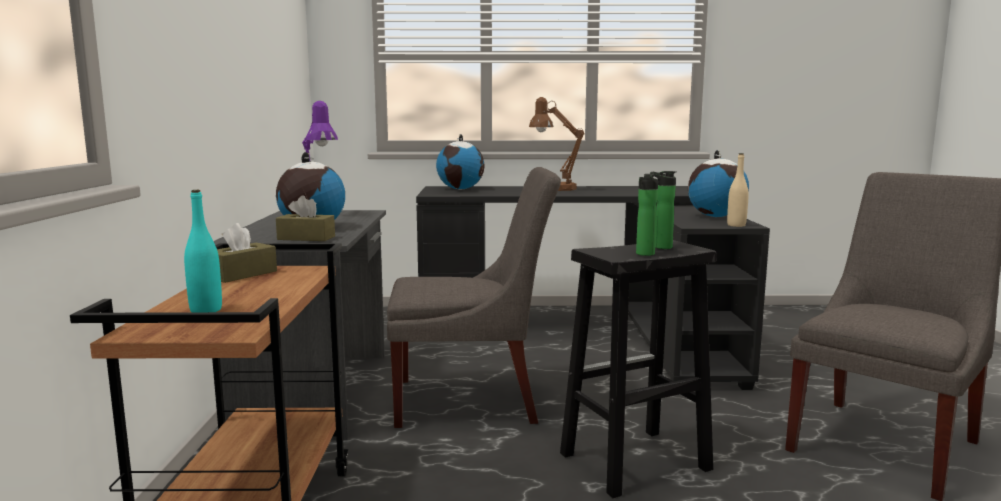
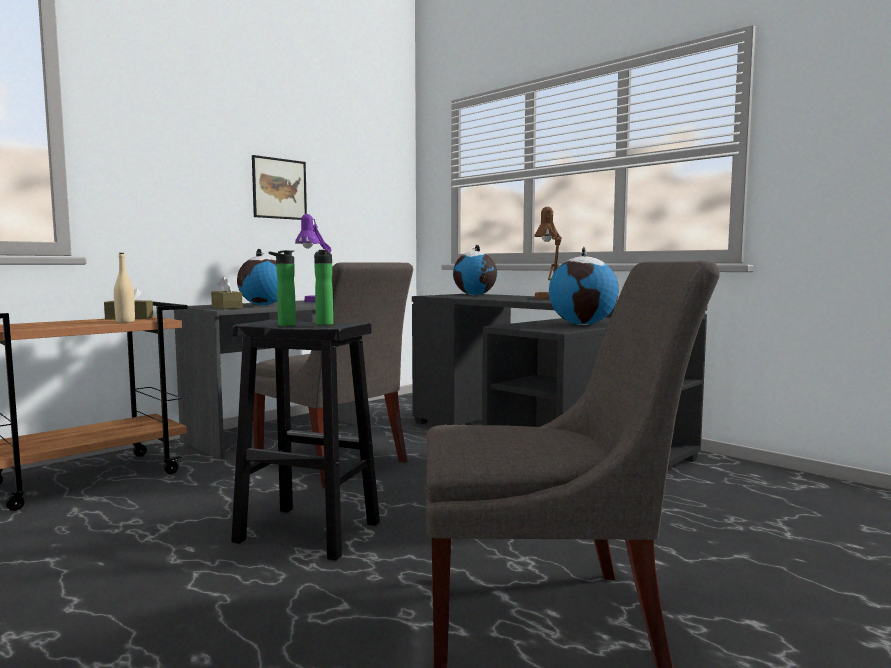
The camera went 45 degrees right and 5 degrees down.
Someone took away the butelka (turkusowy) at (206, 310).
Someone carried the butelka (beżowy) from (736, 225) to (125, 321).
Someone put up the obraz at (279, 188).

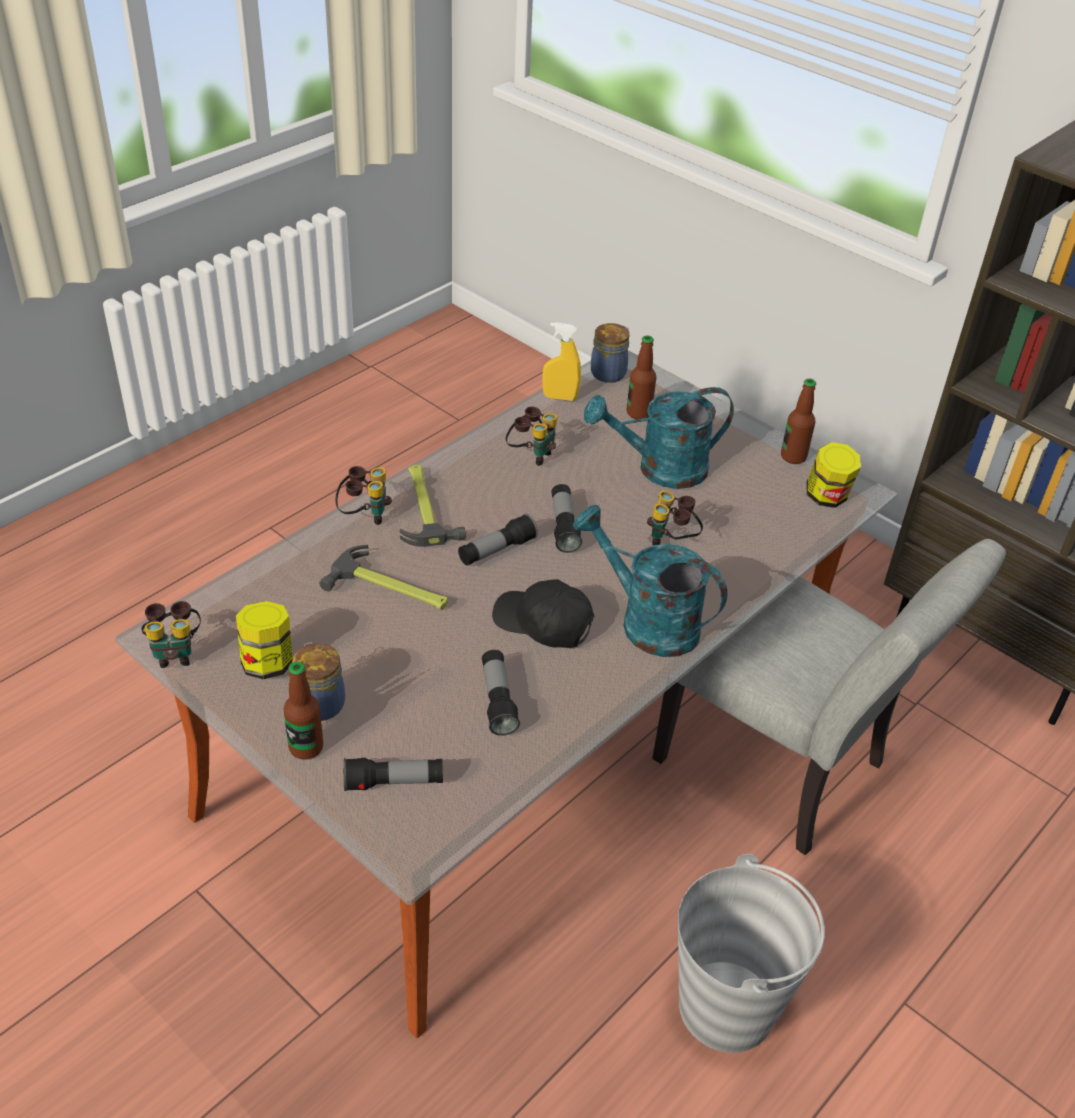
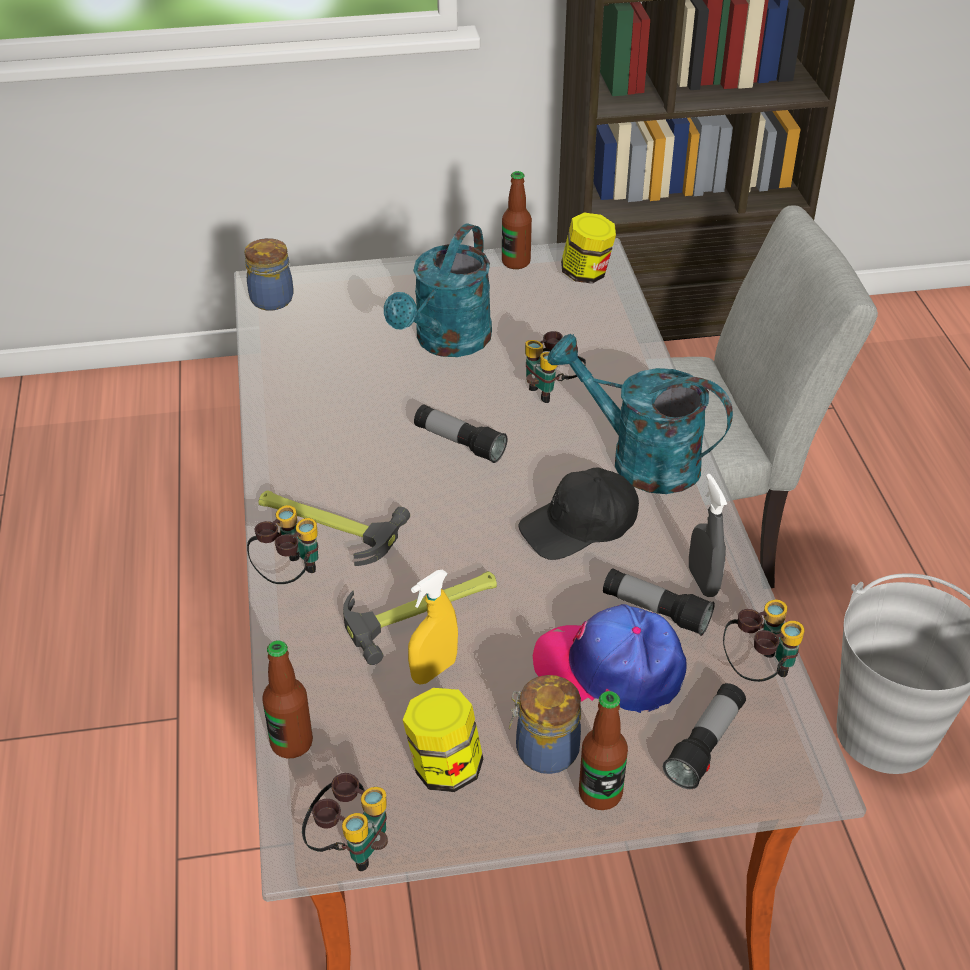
The camera went 50 degrees left and 0 degrees up.
Someone took away the latarka at (497, 550).
Someone carried the lornetka from (531, 454) to (757, 670).
Someone carried the spryskiwacz (żółty) from (560, 397) to (434, 670).
Someone rotated the konewka (turkusowy) at (647, 621) by 45 degrees clockwise.
Someone carried the butelka from (638, 413) to (291, 743).
Someone put down the czapka z daszkiem at (610, 668).
Someone put down the spryskiwacz (szary) at (702, 581).

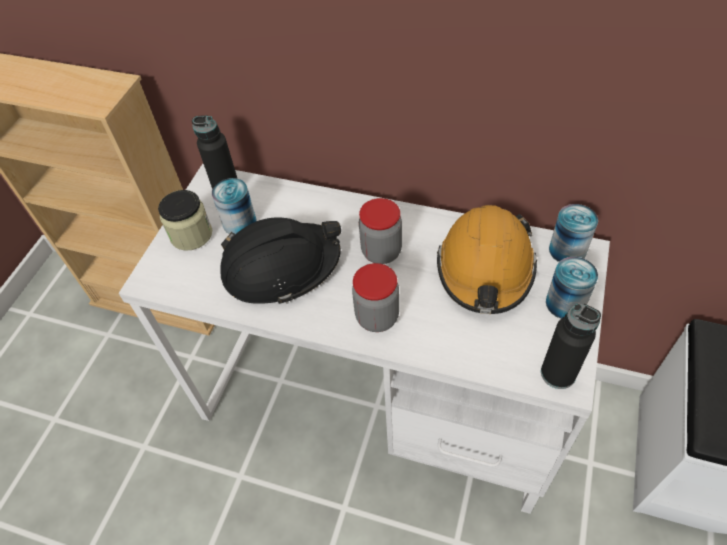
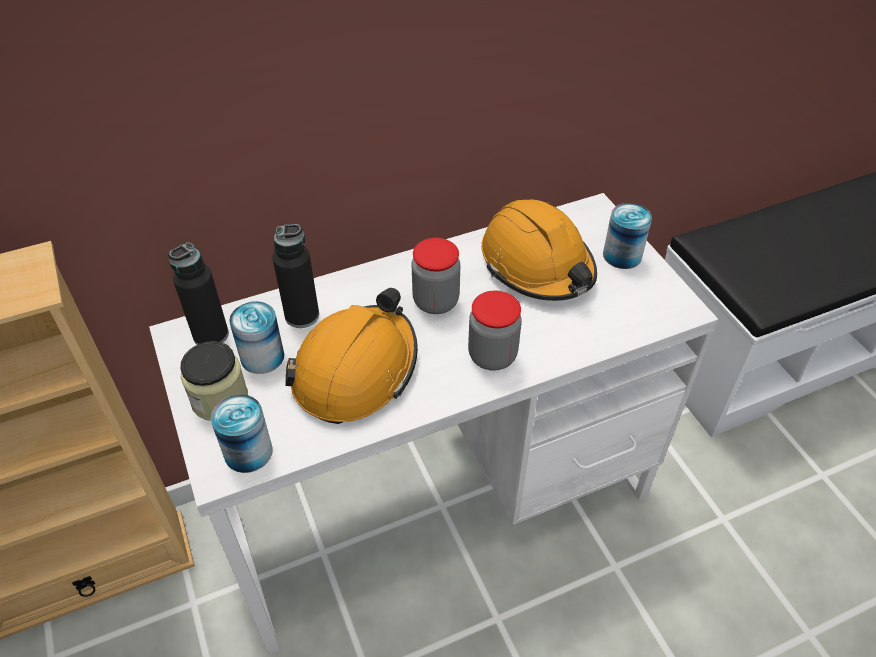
The camera went 45 degrees left and 5 degrees down.
Someone repainted the kask (czarny) at (281, 267), which became the kask (pomarańczowy) at (356, 370).
Someone carried the butelka (czarny) from (558, 373) to (302, 315).
Someone carried the puszka from (567, 250) to (248, 452).

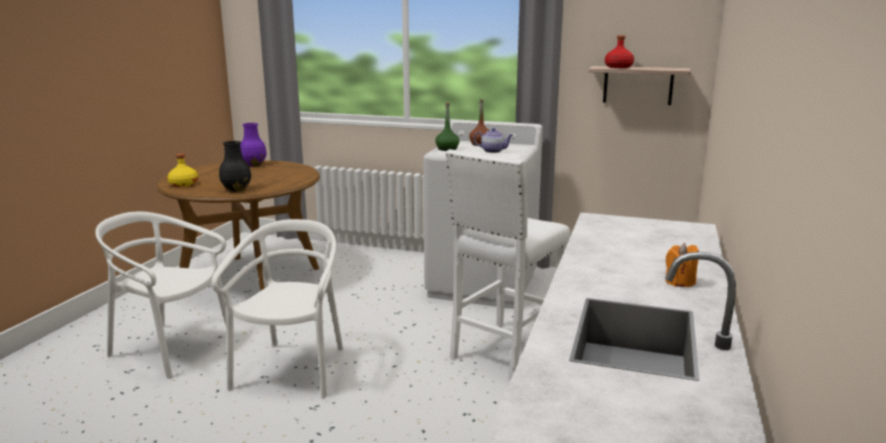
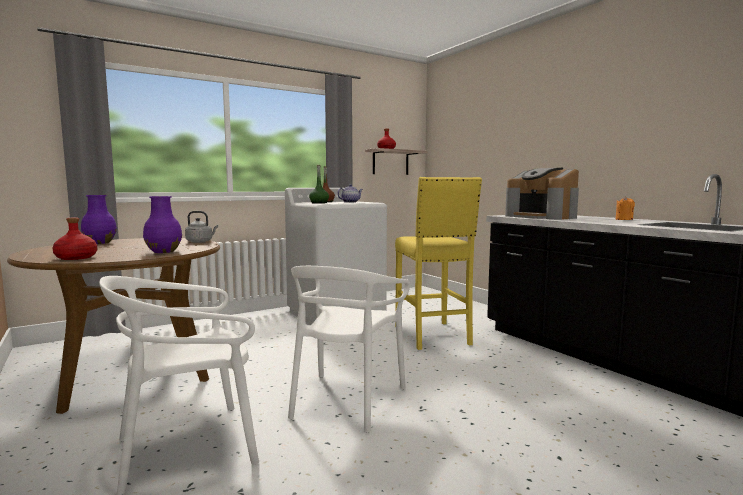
The camera went 50 degrees left and 10 degrees down.
Someone repainted the butelka (żółty) at (183, 184), which became the butelka (czerwony) at (75, 258).
Someone rotated the krzesło (biały) at (292, 370) by 120 degrees counterclockwise.
Someone repainted the wazon (czarny) at (236, 189), which became the wazon (fioletowy) at (163, 251).
Someone repainted the stołek (biały) at (504, 351), which became the stołek (żółty) at (432, 336).
Someone put down the czajnik (szary) at (201, 241).
Someone put down the ekspres do kawy at (541, 217).

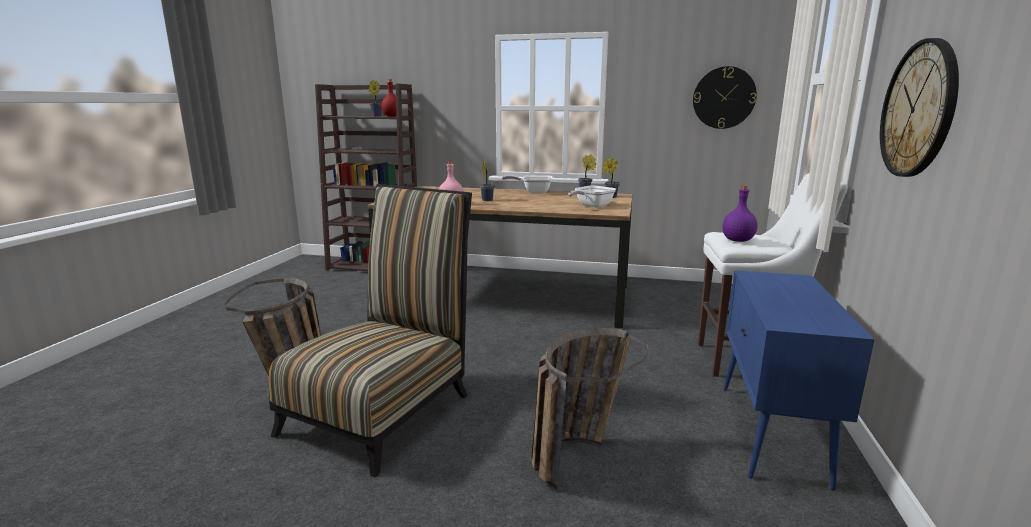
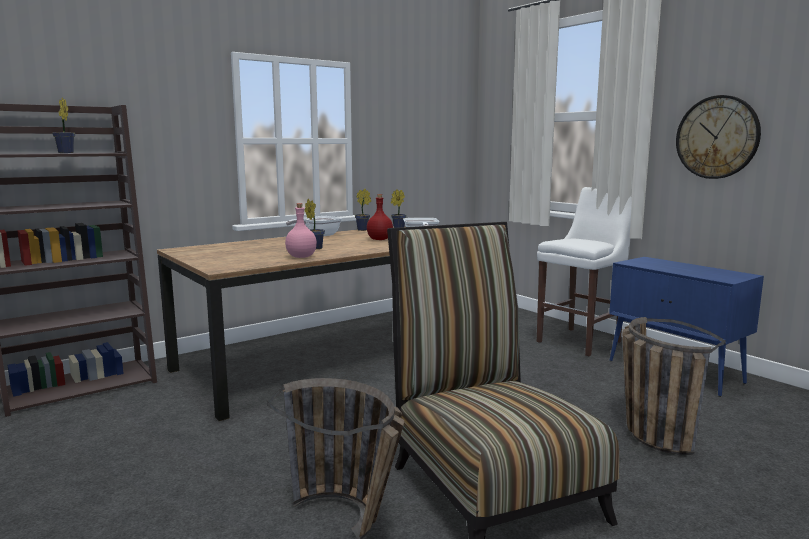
The camera went 50 degrees left and 5 degrees down.
Someone carried the butelka (czerwony) from (392, 116) to (380, 239).
Someone took away the zegar ścienny at (724, 98).
Someone took away the butelka (fioletowy) at (737, 240).

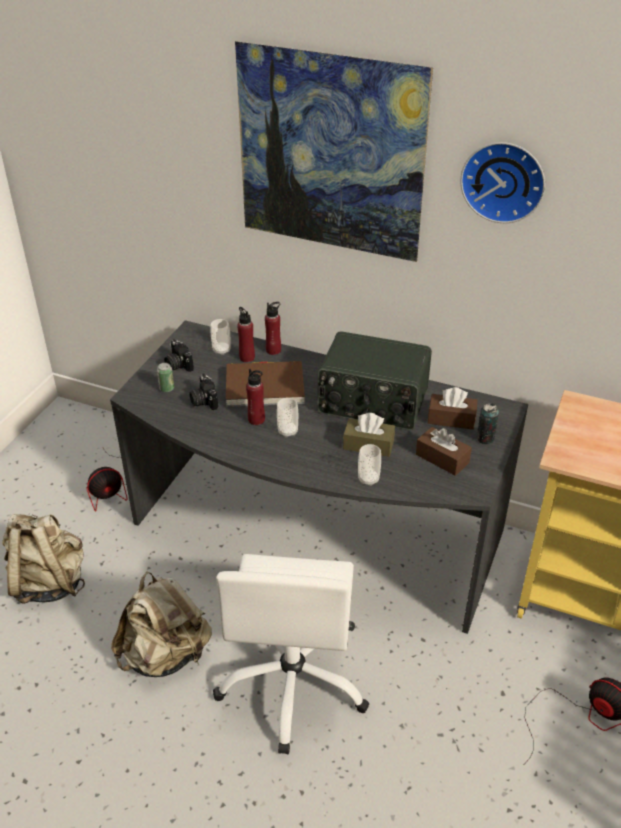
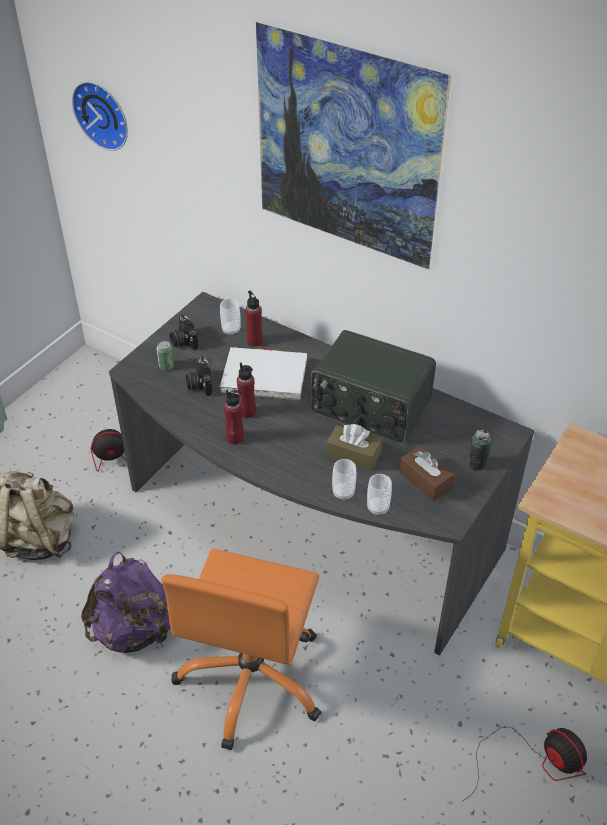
The camera went 10 degrees right and 5 degrees up.
Someone repainted the plecak (beżowy) at (166, 655), which became the plecak (fioletowy) at (135, 630).
Someone repainted the krzesło biurowe (biały) at (293, 683), which became the krzesło biurowe (pomarańczowy) at (252, 678).
Someone repainted the książka (brązowy) at (265, 387), which became the książka (biały) at (264, 377).
Someone carried the butelka (czerwony) from (273, 350) to (235, 438).
Someone carried the filiżanka from (288, 431) to (378, 508).
Someone took away the pudełko chusteczek (brązowy) at (451, 419).
Someone carried the zegar ścienny from (503, 180) to (103, 114).

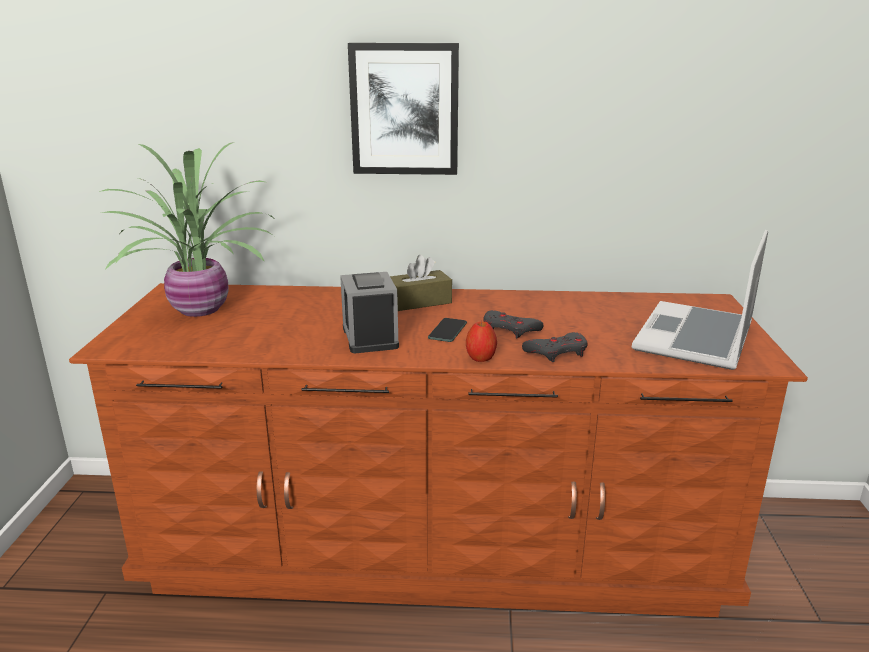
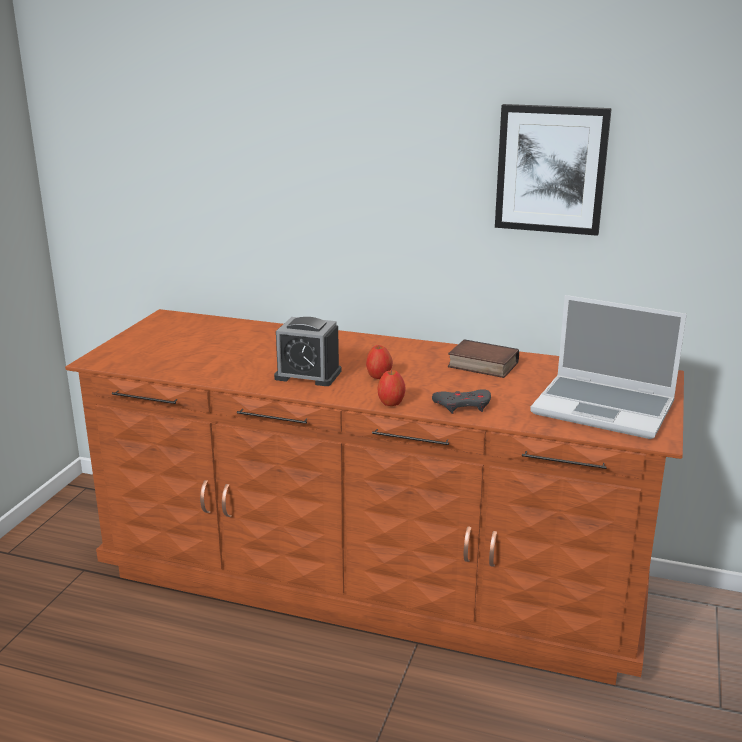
The camera went 15 degrees right and 0 degrees up.
Someone took away the roślina doniczkowa at (200, 311).
Someone rotated the budzik at (370, 337) by 75 degrees counterclockwise.
Someone carried the obraz from (404, 109) to (551, 169).
Someone took away the pudełko chusteczek (brązowy) at (419, 302).
Someone swapped the telefon at (447, 330) for the jabłko at (379, 376).
Someone took away the pad do gier (szary) at (510, 329).
Someone rotated the laptop at (696, 338) by 105 degrees counterclockwise.
Someone put down the książka at (481, 365).

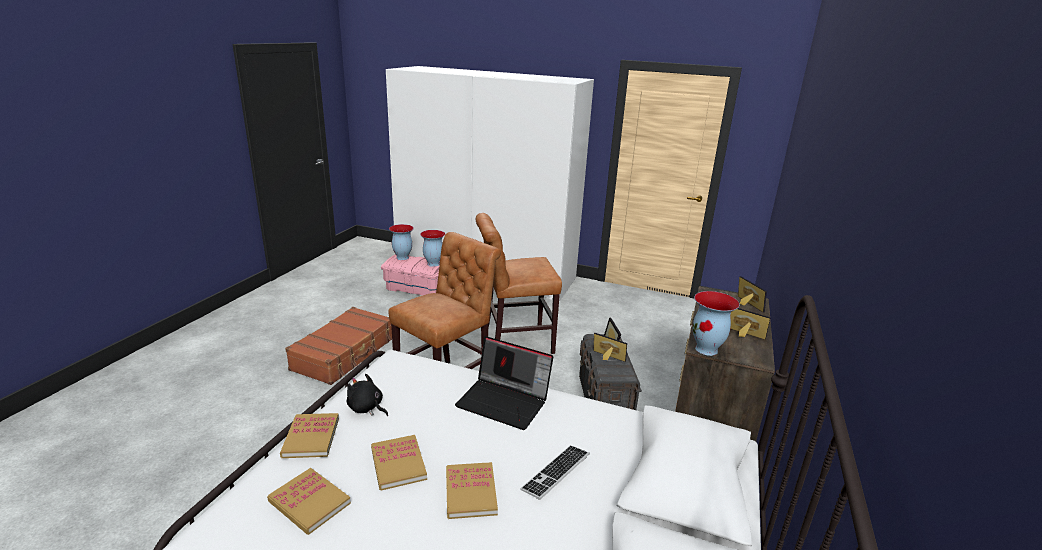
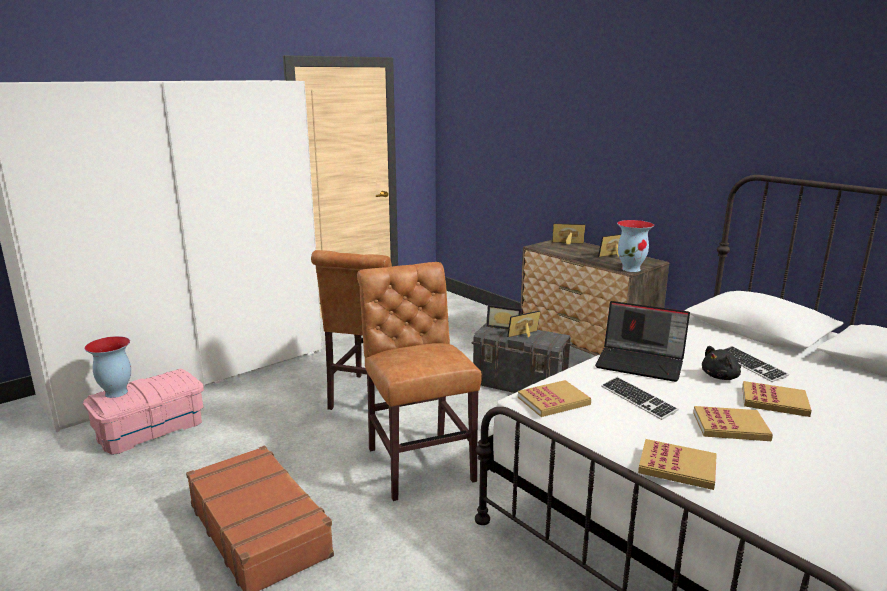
The camera went 60 degrees left and 5 degrees down.
Someone carried the książka from (309, 502) to (553, 401).
Someone carried the pluszak (czarny) from (366, 408) to (721, 377).
Someone took away the wazon at (433, 264).
Someone rotated the laptop at (505, 401) by 60 degrees clockwise.
Someone put down the klawiatura at (638, 399).

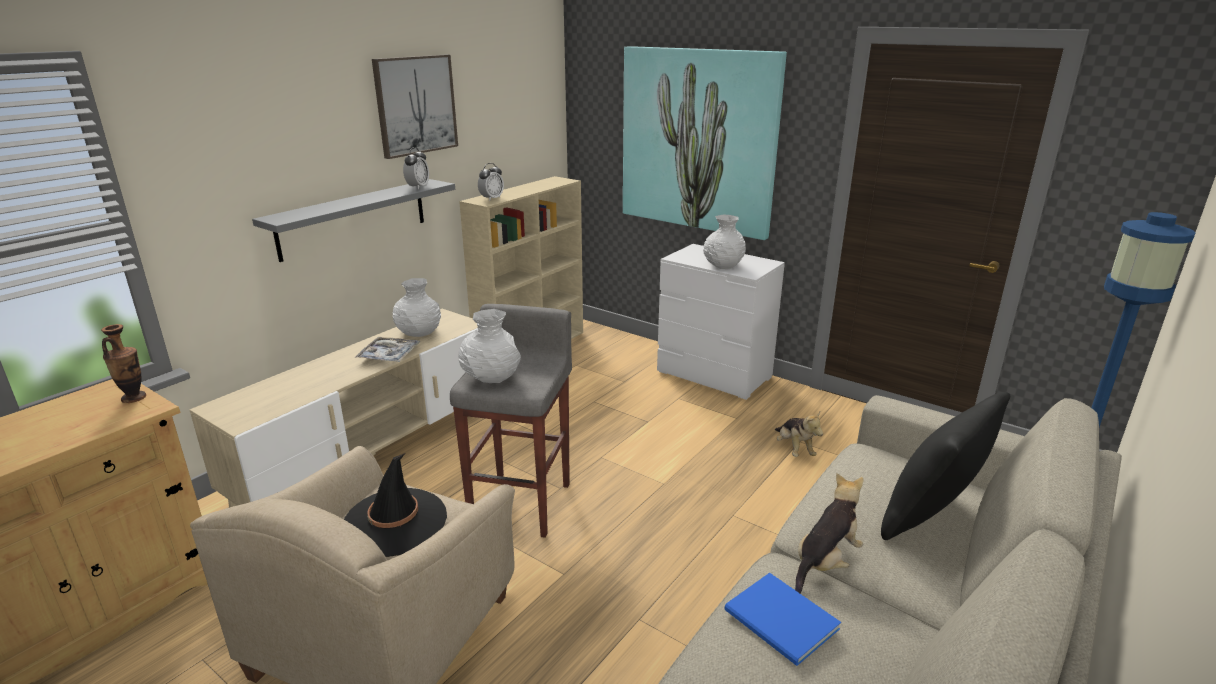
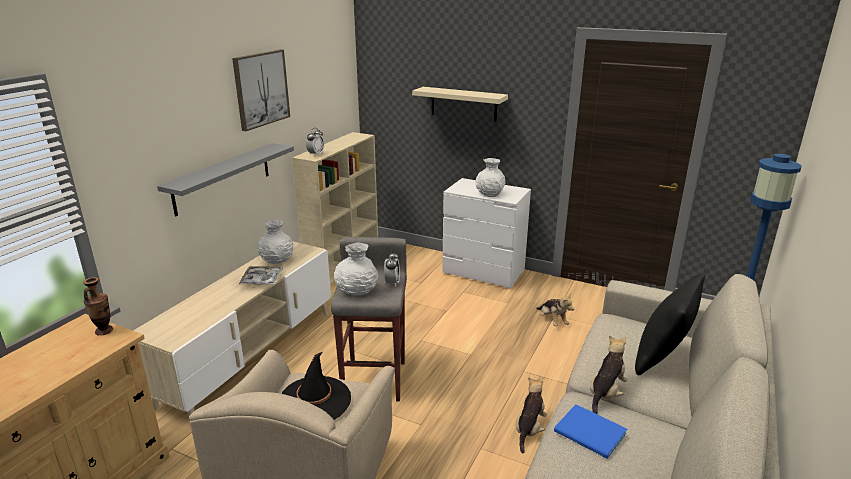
The camera went 10 degrees left and 0 degrees up.
Someone carried the budzik from (418, 187) to (392, 283).
Someone swapped the obraz at (698, 140) for the półka (beżowy) at (463, 104).
Someone put down the pluszak at (529, 429).

